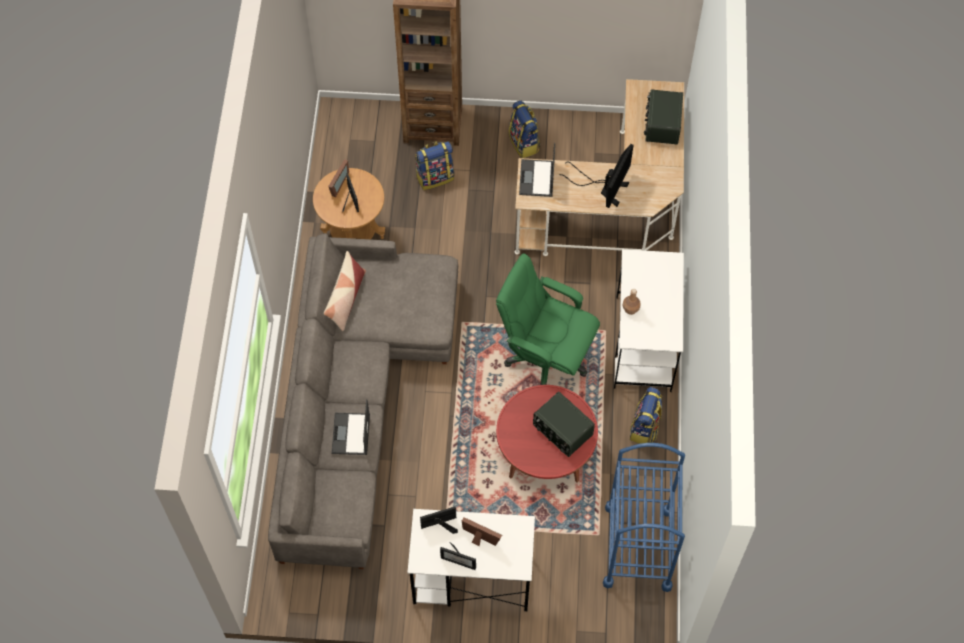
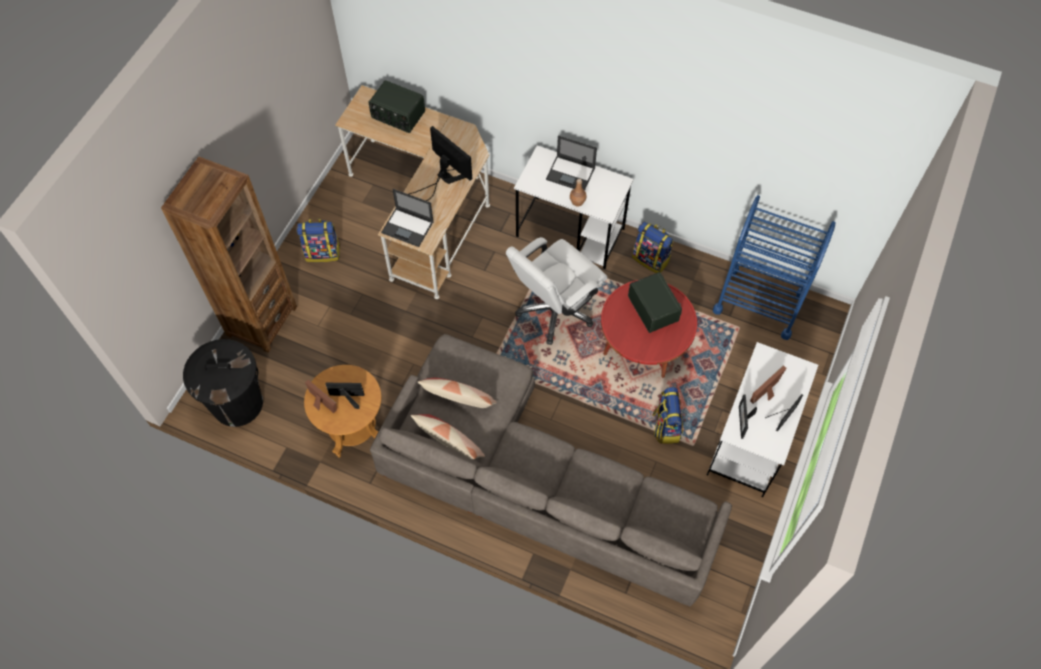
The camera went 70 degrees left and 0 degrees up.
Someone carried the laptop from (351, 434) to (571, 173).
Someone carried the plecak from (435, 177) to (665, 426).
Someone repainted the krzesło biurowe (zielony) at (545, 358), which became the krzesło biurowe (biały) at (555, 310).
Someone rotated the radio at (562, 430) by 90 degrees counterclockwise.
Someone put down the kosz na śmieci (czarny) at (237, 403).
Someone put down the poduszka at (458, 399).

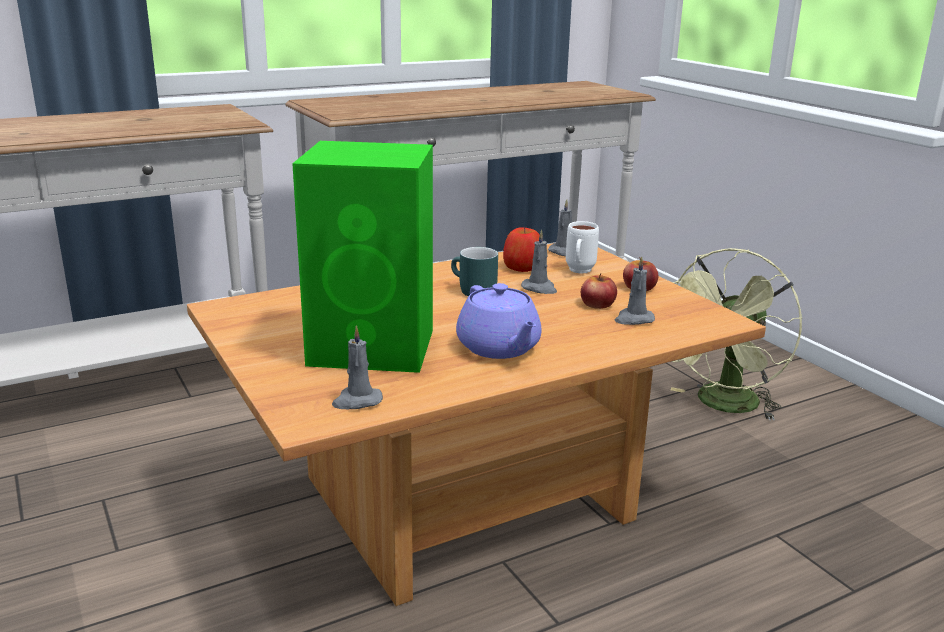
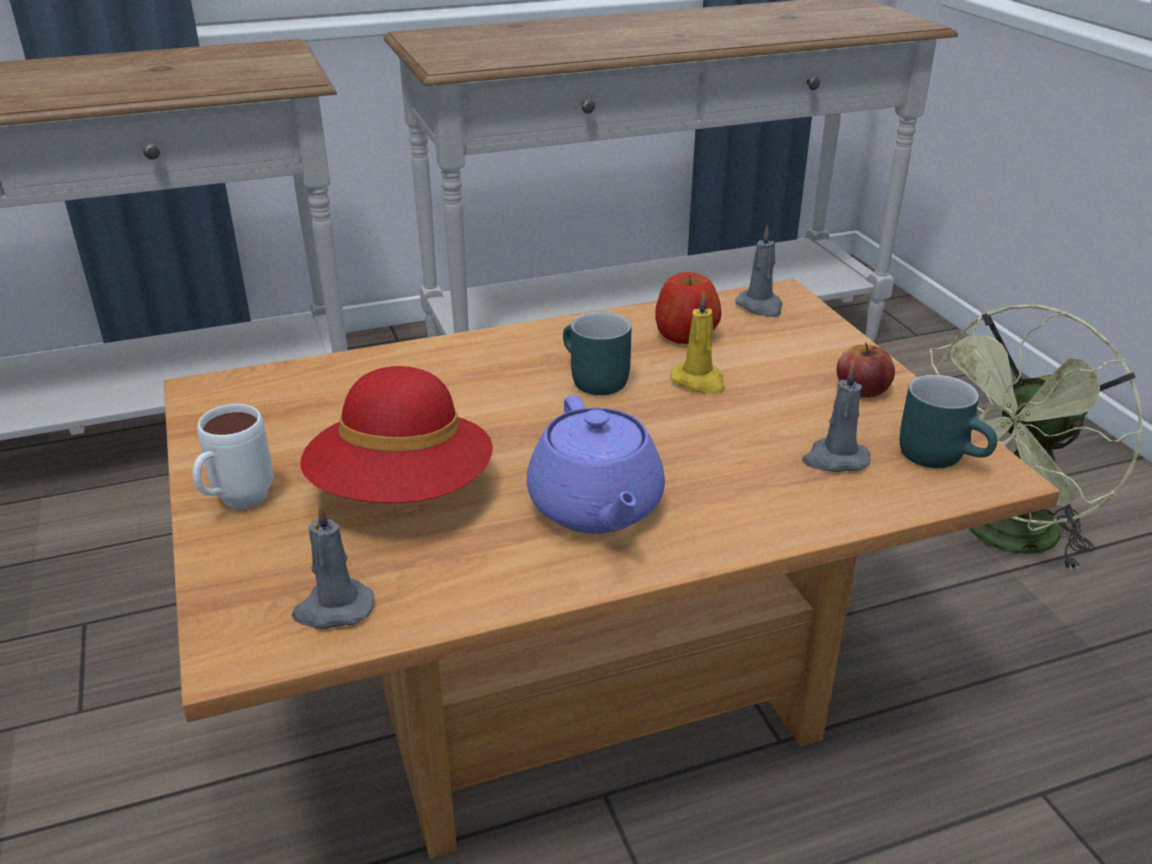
The camera went 10 degrees right and 10 degrees up.
Someone swapped the głośnik (zielony) at (375, 348) for the kapelusz (czerwony) at (403, 492).
Someone repainted the świeca (szary) at (539, 289), which became the świeca (żółty) at (699, 381).
Someone carried the kubek (biały) from (579, 272) to (236, 504).
Someone took away the jabłko at (597, 304).
Someone put down the kubek (turkusowy) at (942, 455).

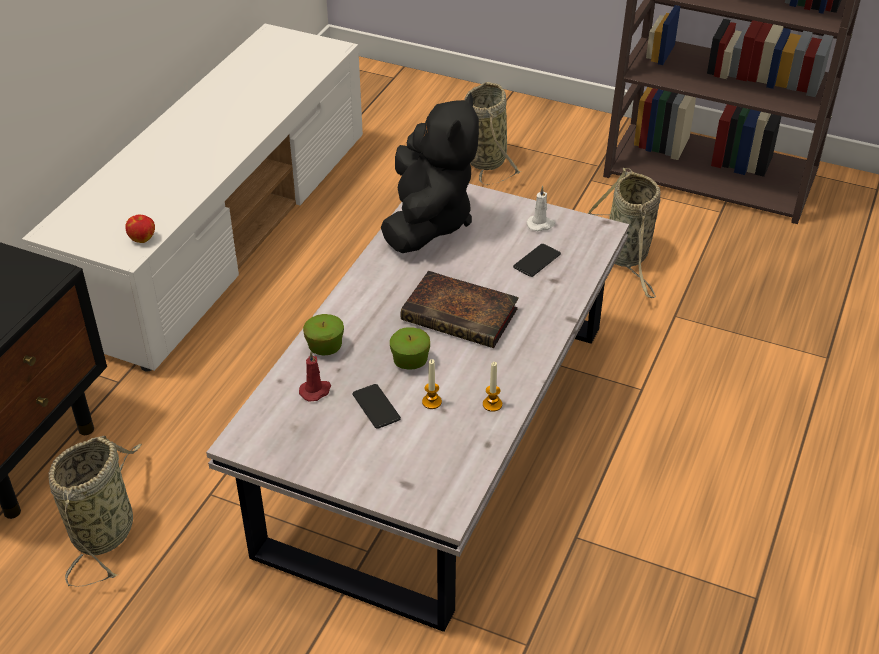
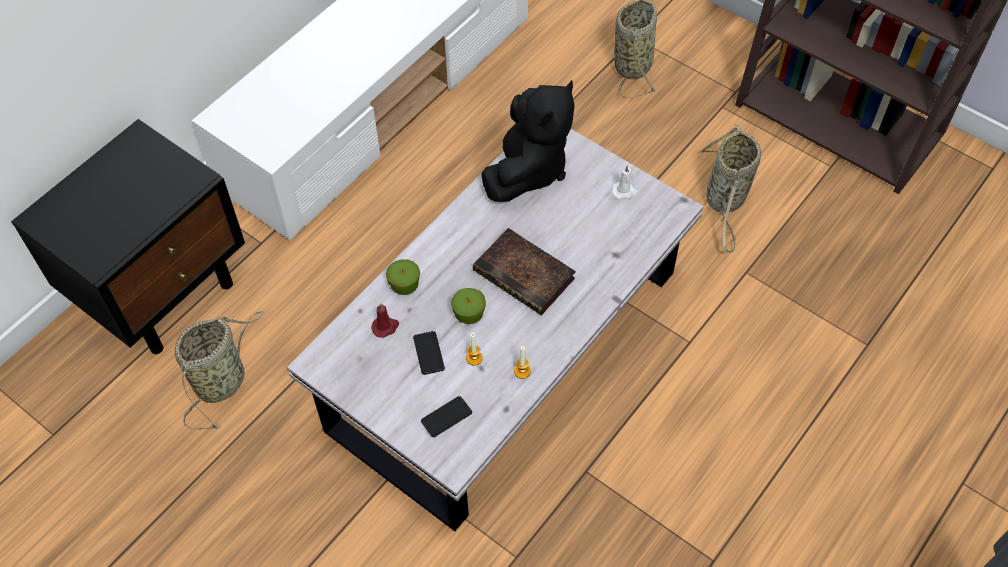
The camera went 15 degrees right and 15 degrees up.
Someone took away the jabłko at (142, 238).
Someone carried the telefon from (537, 261) to (446, 417).

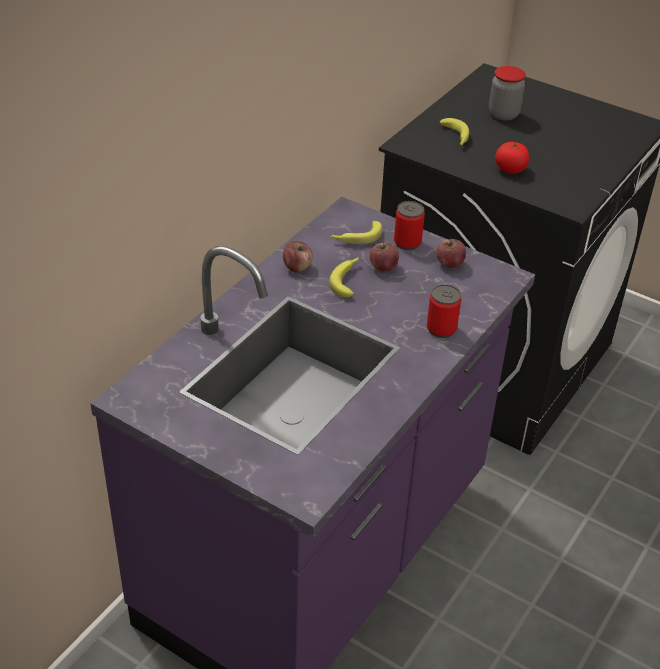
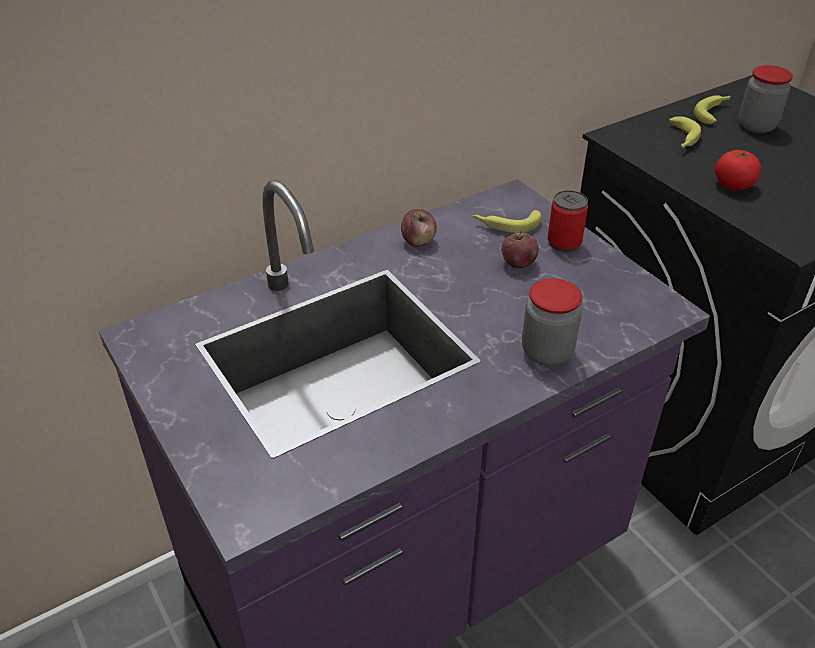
The camera went 25 degrees right and 0 degrees up.
Someone carried the banan from (348, 280) to (714, 113).
Someone swapped the puszka at (441, 329) for the słoik at (547, 352).
Someone took away the jabłko at (449, 264).

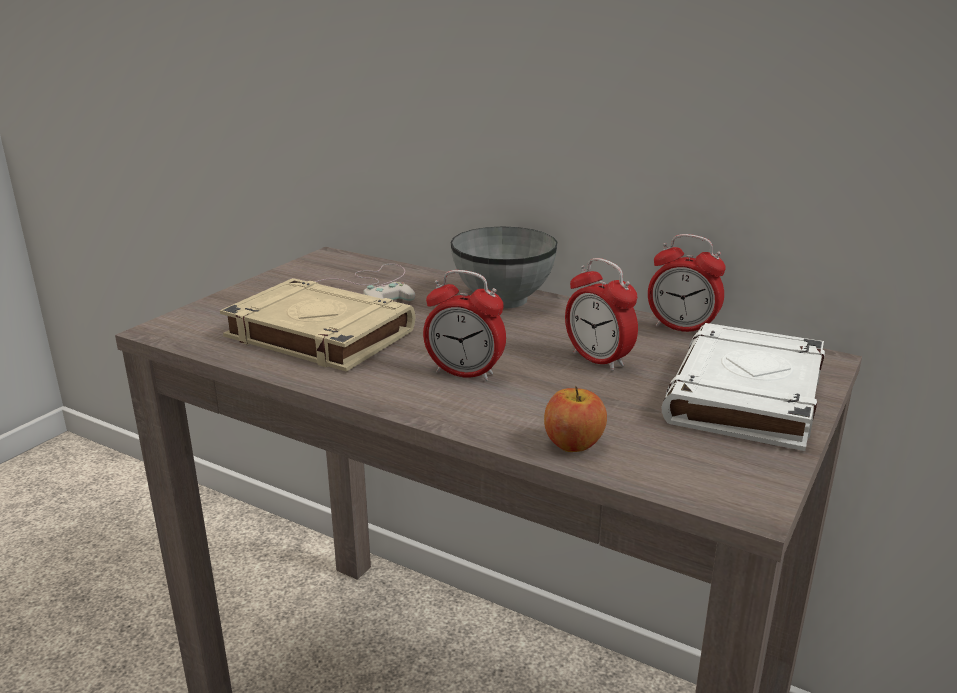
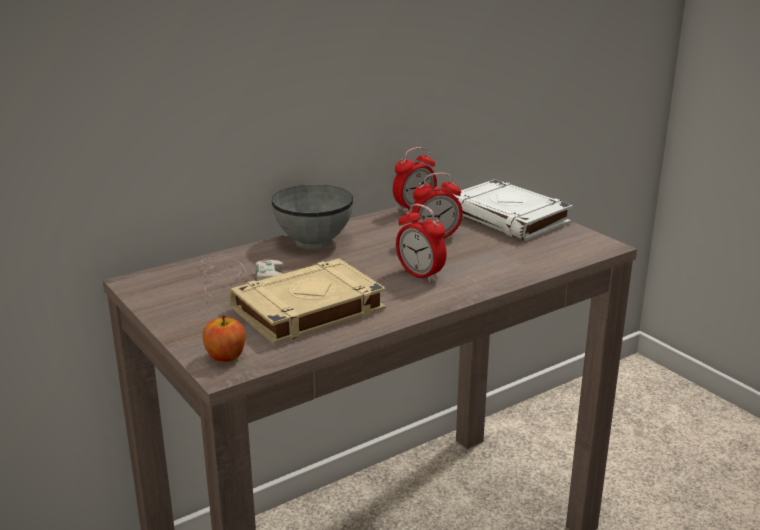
The camera went 65 degrees left and 0 degrees up.
Someone rotated the budzik at (465, 373) by 90 degrees clockwise.
Someone carried the jabłko from (574, 444) to (225, 356).

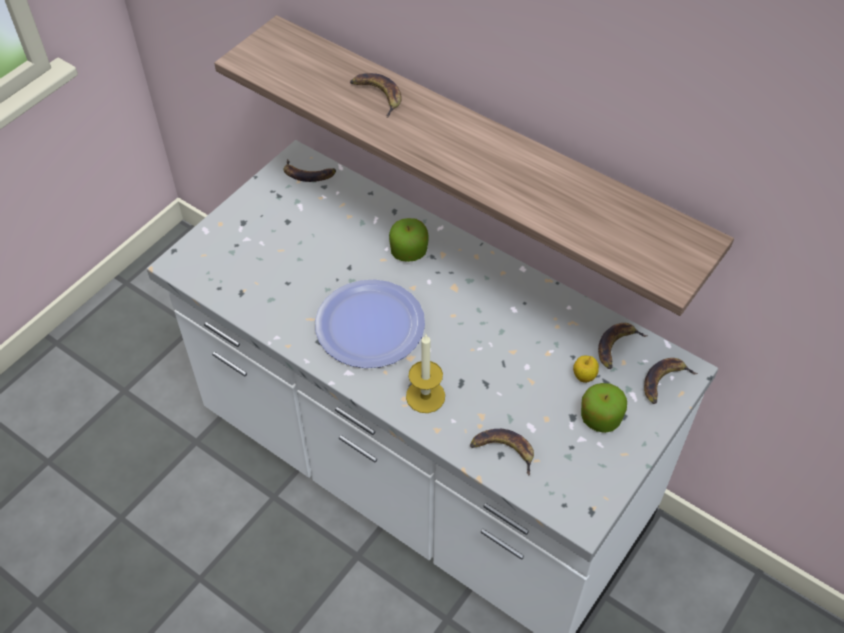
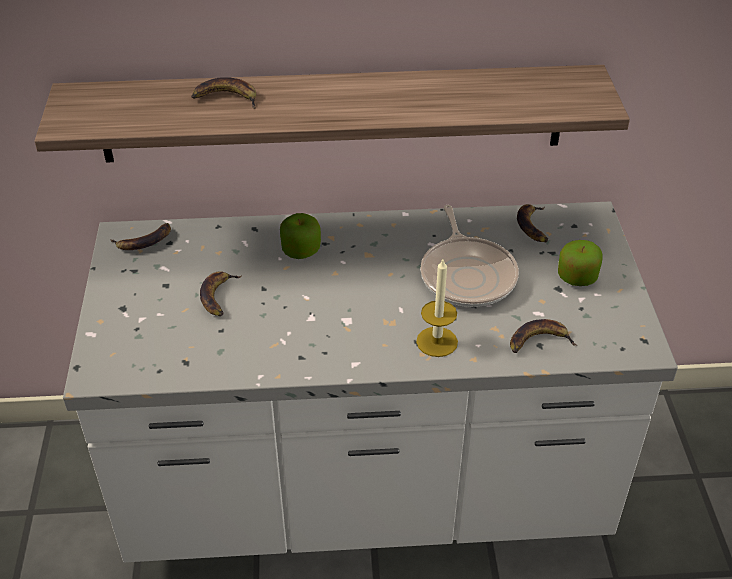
The camera went 40 degrees left and 10 degrees down.
Someone took away the talerz at (370, 325).
Someone took away the jabłko at (584, 377).
Someone carried the banan from (664, 382) to (219, 296).
Someone put down the patelnia at (467, 274).

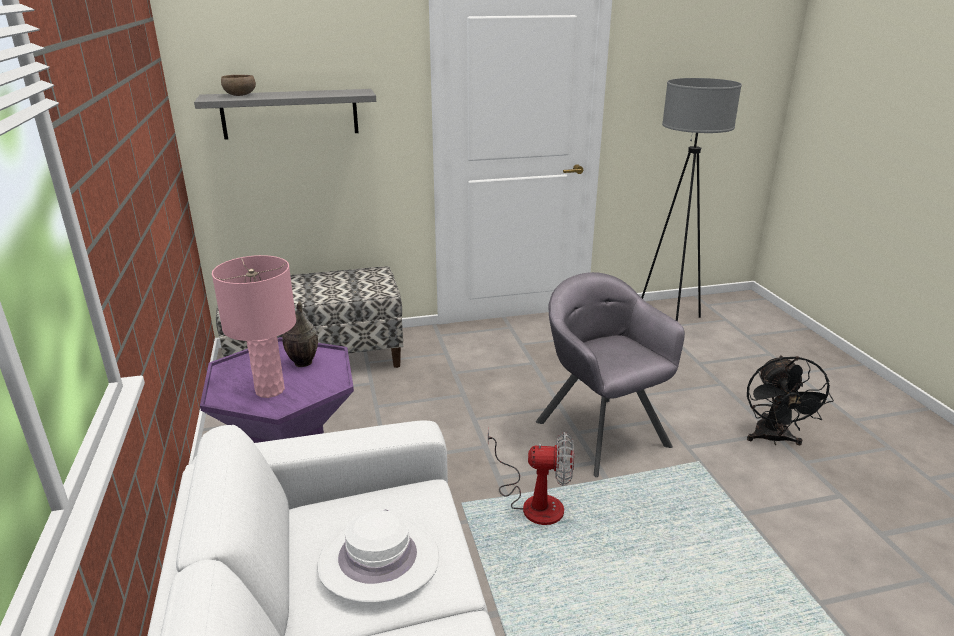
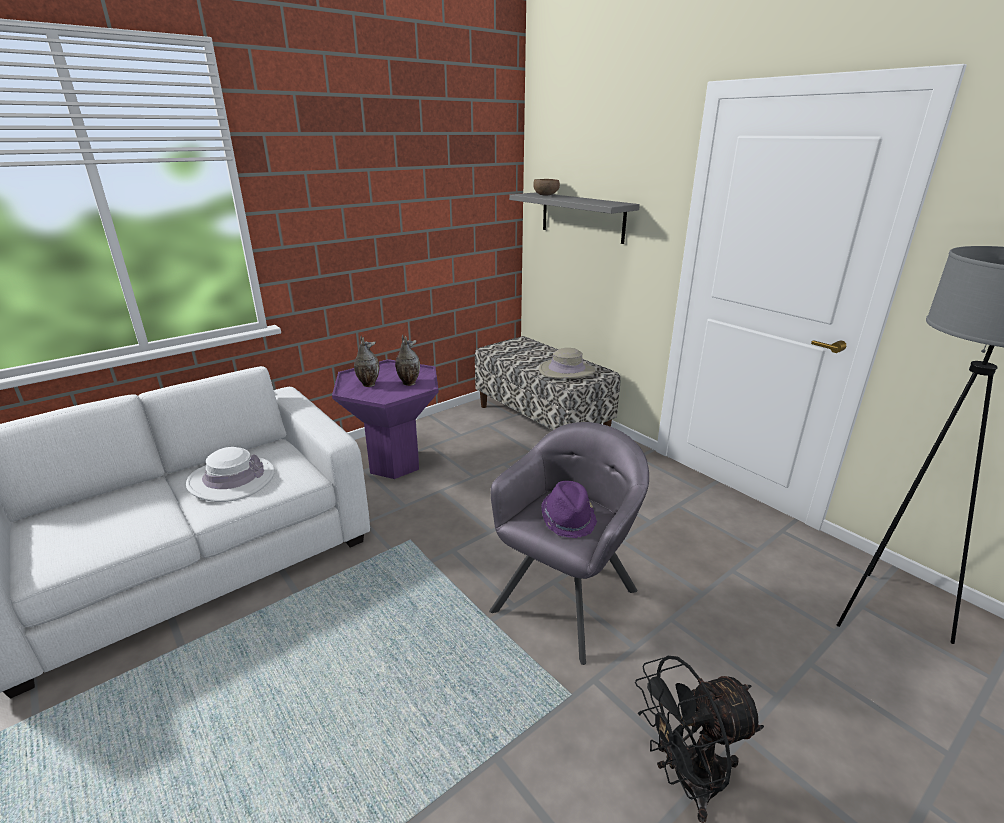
The camera went 65 degrees right and 0 degrees up.
Someone swapped the lampa stołowa (różowy) at (269, 390) for the wazon at (368, 384).
Someone took away the wentylator at (533, 501).
Someone put down the kapelusz (beżowy) at (567, 370).
Someone put down the kapelusz (fioletowy) at (568, 519).

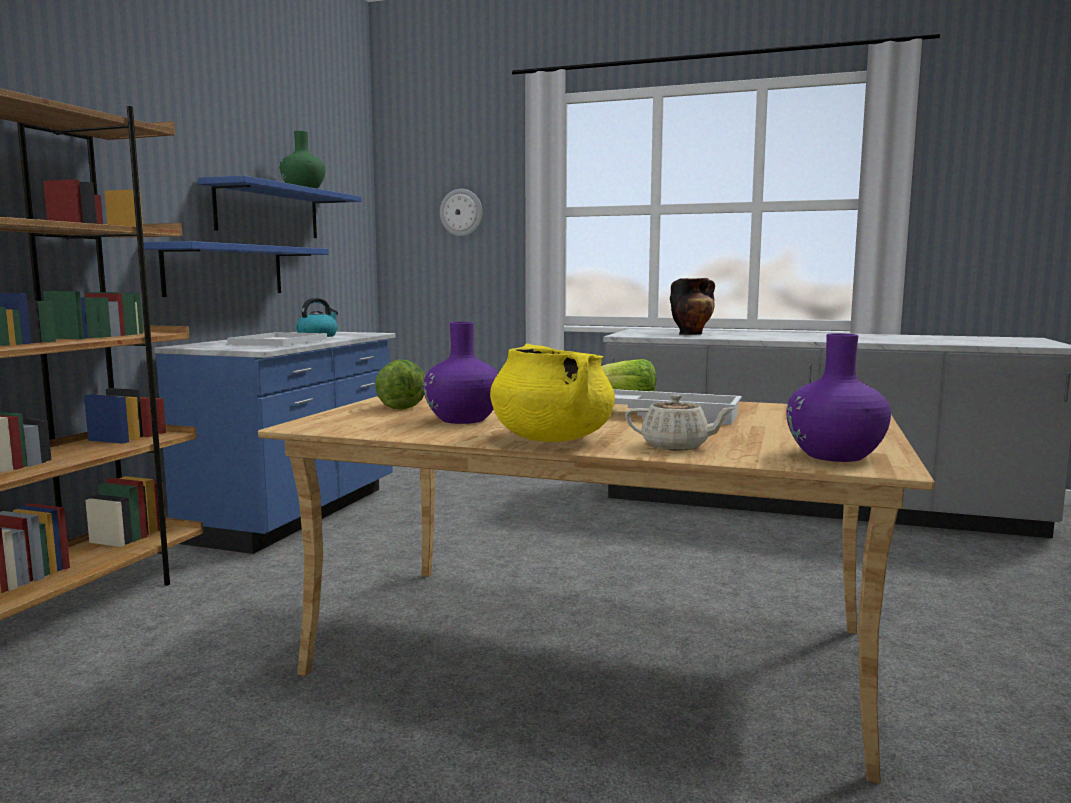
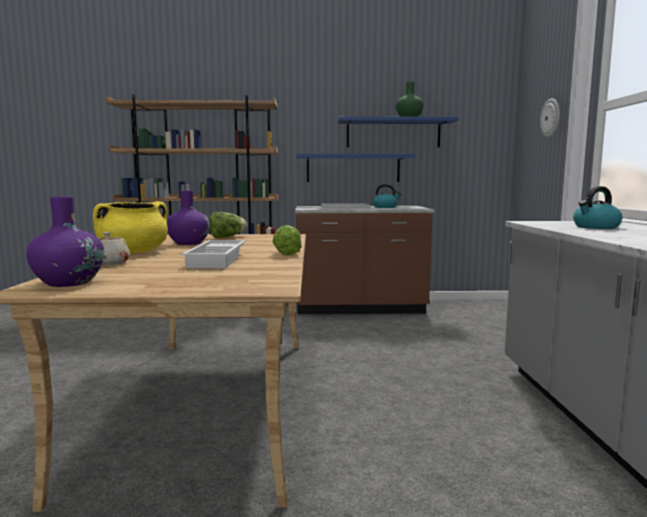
The camera went 70 degrees right and 0 degrees up.
Someone repainted the zabudowa kuchenna (niebieski) at (296, 514), which became the zabudowa kuchenna (brązowy) at (360, 308).
Someone swapped the wazon at (691, 334) for the czajnik at (595, 227).

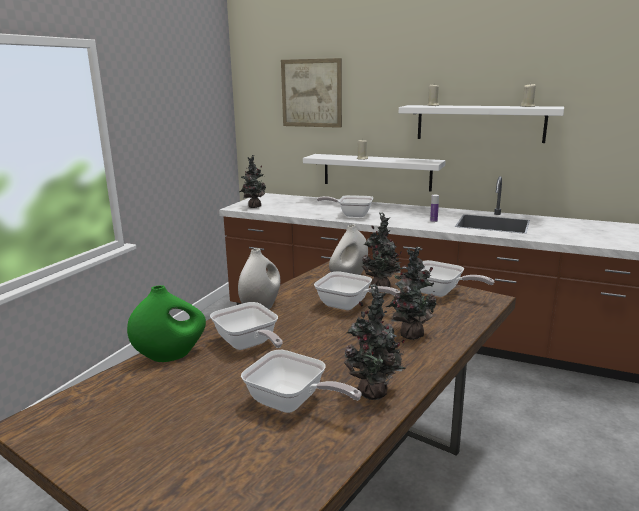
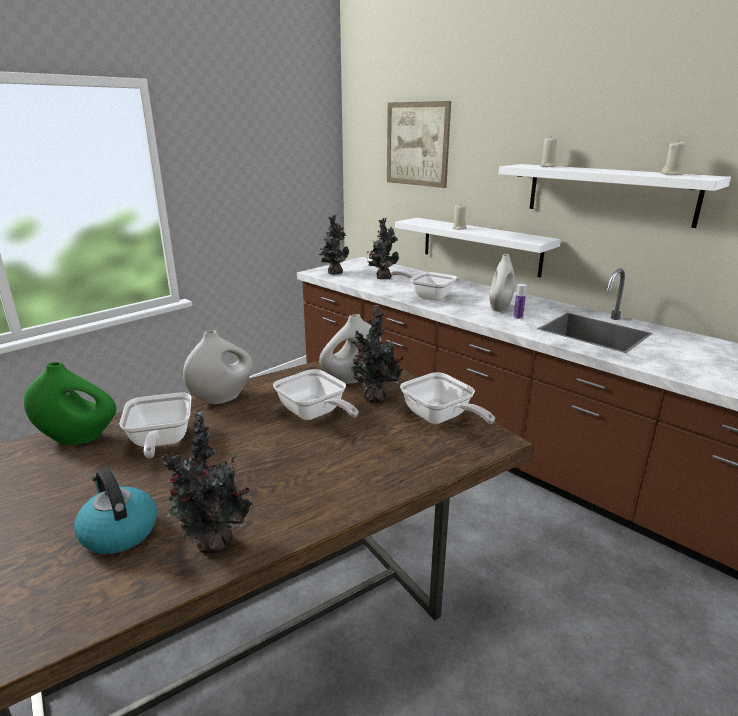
The camera went 20 degrees right and 5 degrees up.
Someone swapped the patelnia at (292, 403) for the czajnik at (119, 531).
Someone carried the roślina doniczkowa from (409, 334) to (382, 277).
Someone put down the wazon (biały) at (500, 308).

